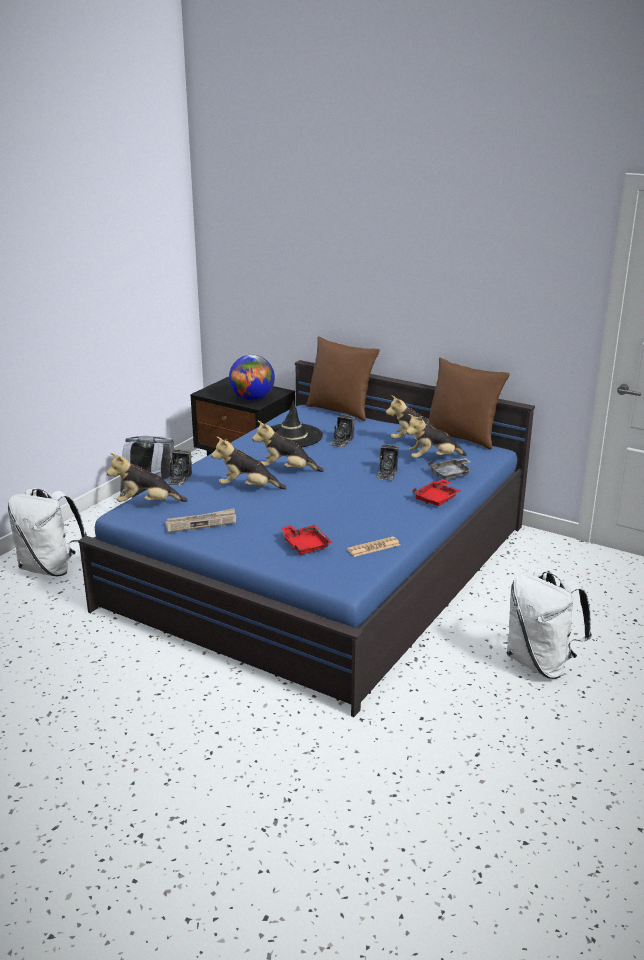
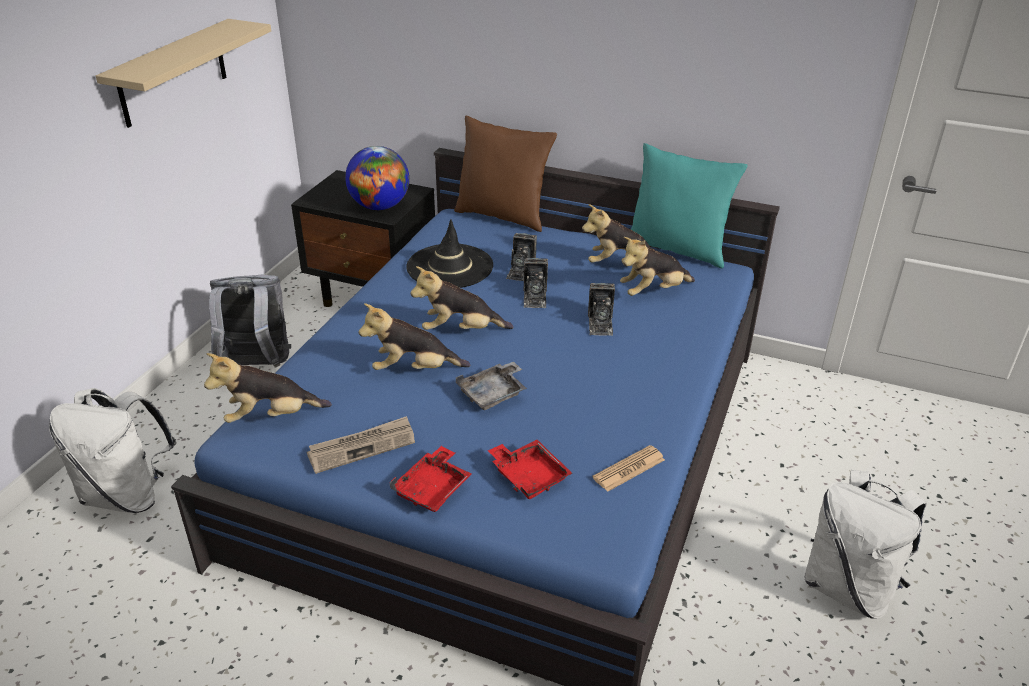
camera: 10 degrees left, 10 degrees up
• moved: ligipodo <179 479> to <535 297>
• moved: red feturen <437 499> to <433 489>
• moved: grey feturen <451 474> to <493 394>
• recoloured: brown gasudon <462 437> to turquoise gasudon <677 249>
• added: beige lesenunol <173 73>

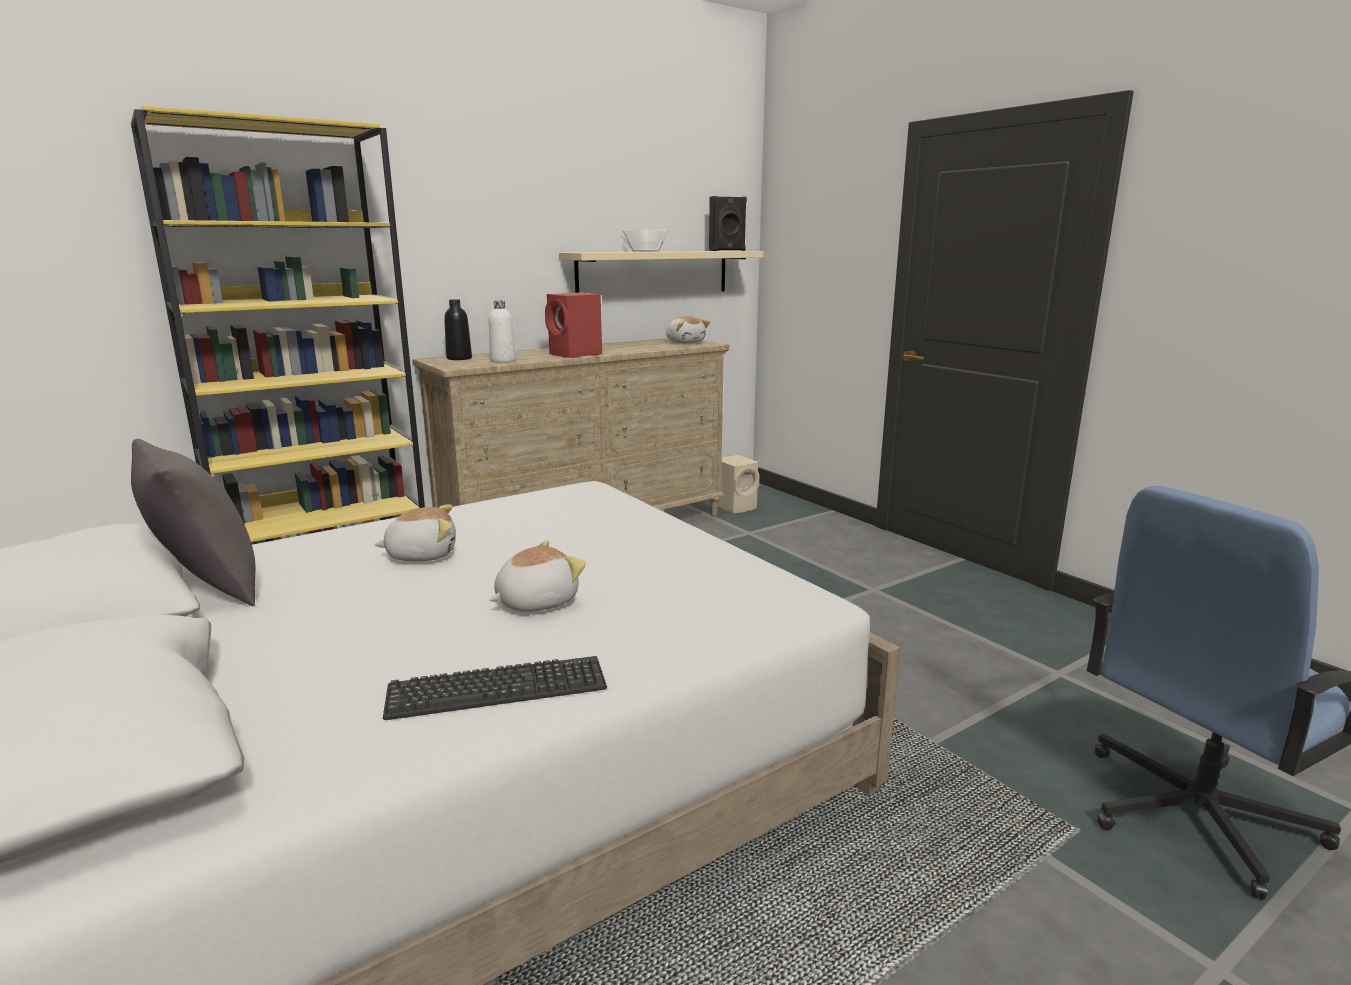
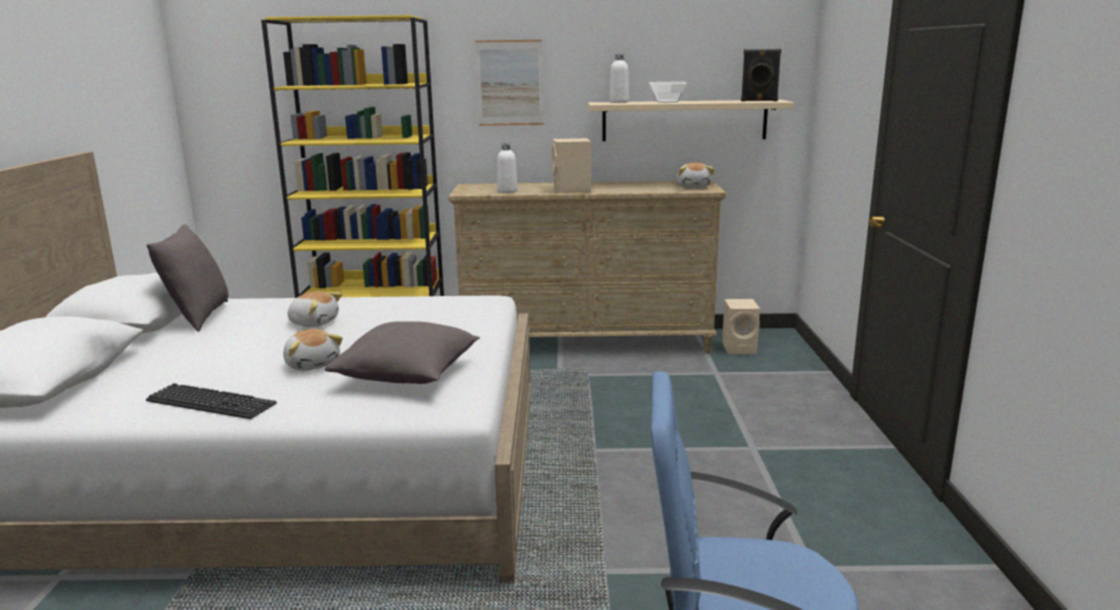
camera: 35 degrees right, 0 degrees up
• removed: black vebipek <459 358>
• turned: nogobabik <535 601> = <313 364> 60 degrees clockwise
• recoloured: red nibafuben <576 354> to beige nibafuben <572 191>
• added: grey gasudon <408 376>
• added: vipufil <510 83>
• added: white vebipek <619 102>

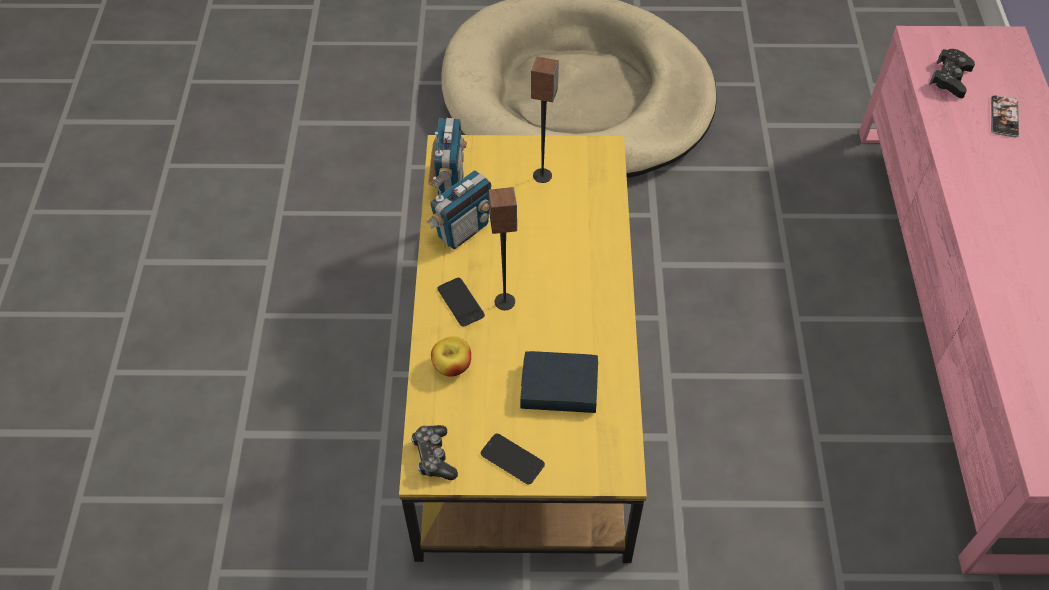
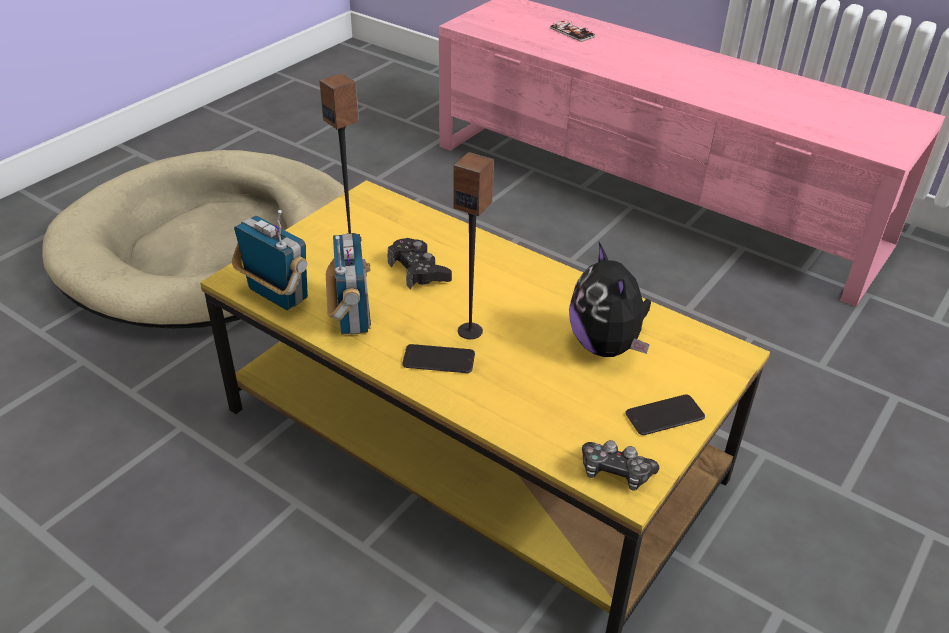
camera: 55 degrees left, 15 degrees down
• removed: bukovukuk <452 366>
• replaced: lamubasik <559 388> to nogobabik <606 345>
• moved: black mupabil <950 78> to <419 271>

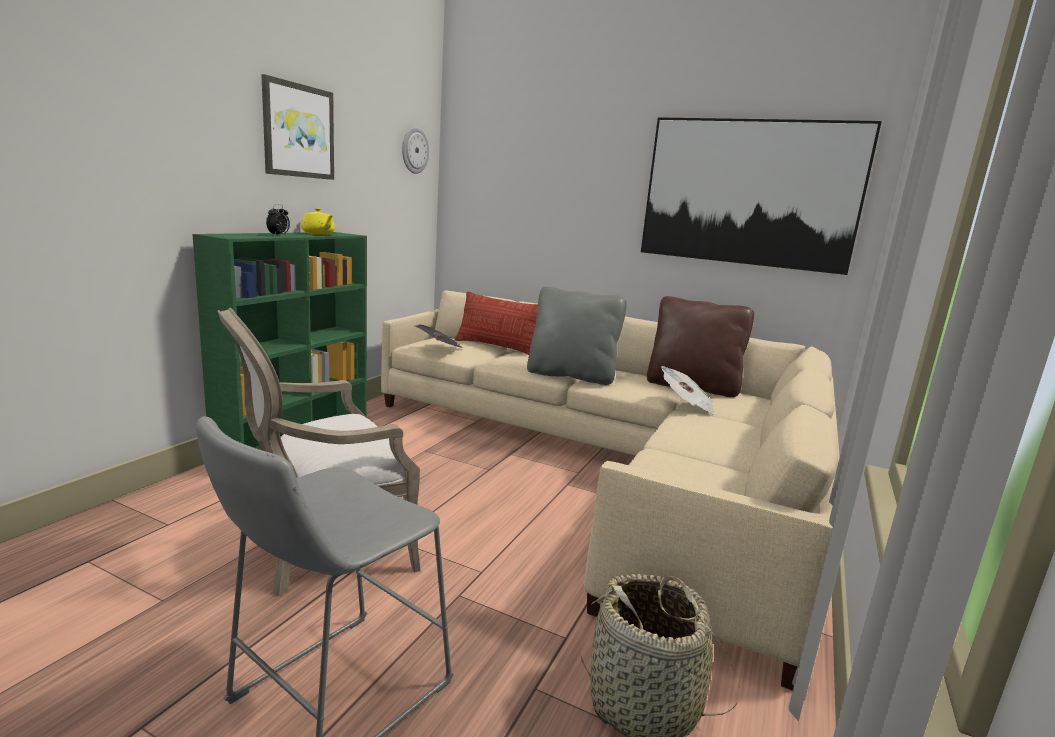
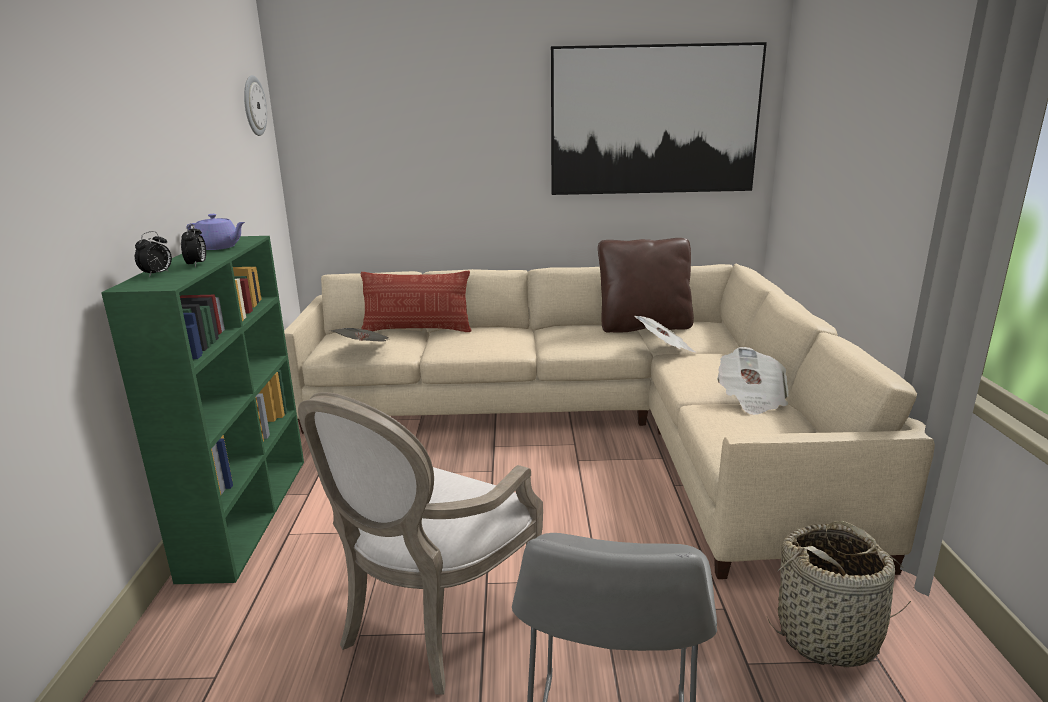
camera: 25 degrees left, 5 degrees up
• removed: vipufil <298 131>
• recoloured: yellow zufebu <318 234> to purple zufebu <219 247>
• removed: grey gasudon <571 375>
• added: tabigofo <157 274>
• added: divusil <751 399>

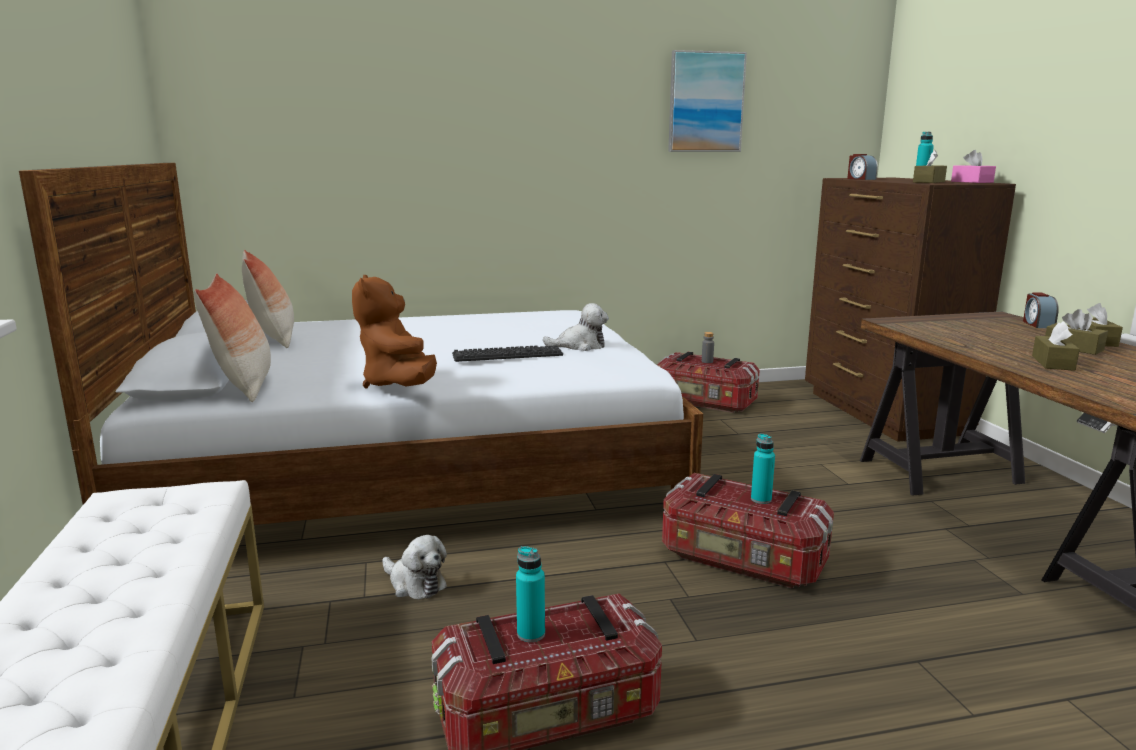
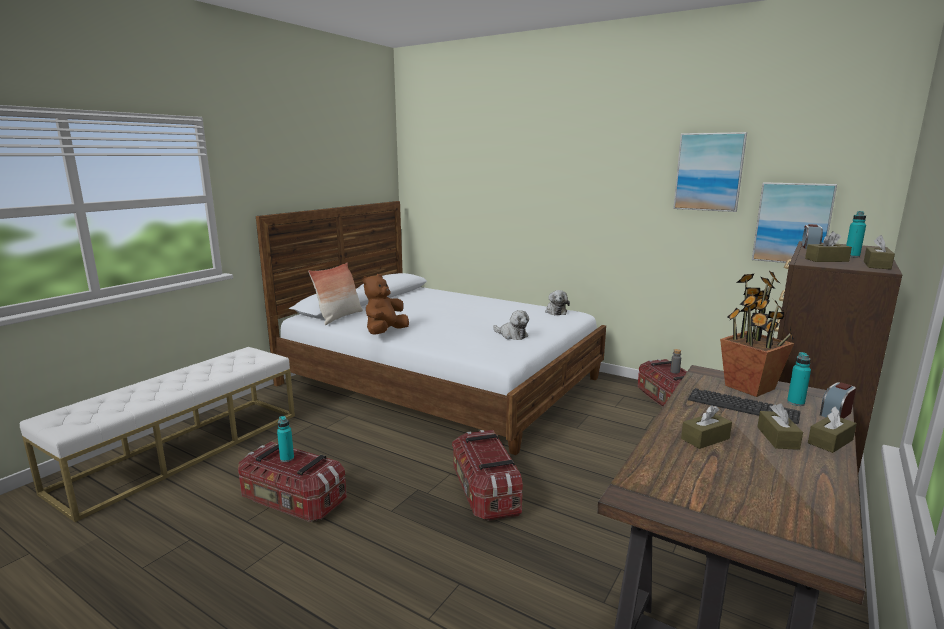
camera: 45 degrees right, 0 degrees up
• removed: gasudon <273 339>
• moved: nogobabik <414 584> to <555 311>
• moved: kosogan <507 355> to <742 406>
• moved: turquoise vebipek <761 499> to <795 402>
• recoloured: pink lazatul <971 182> to brown lazatul <877 265>
• added: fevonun <749 387>
• added: vipufil <792 223>

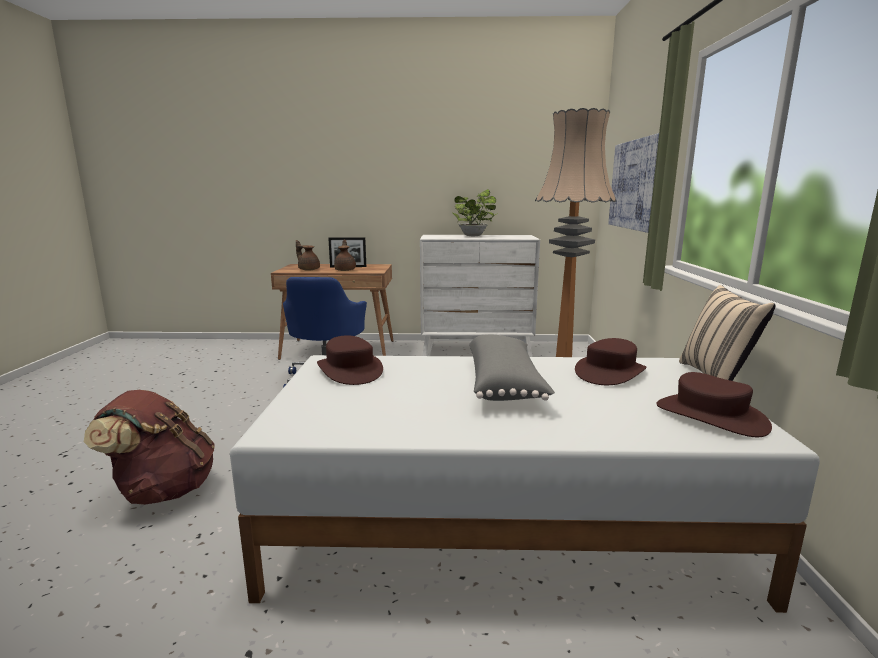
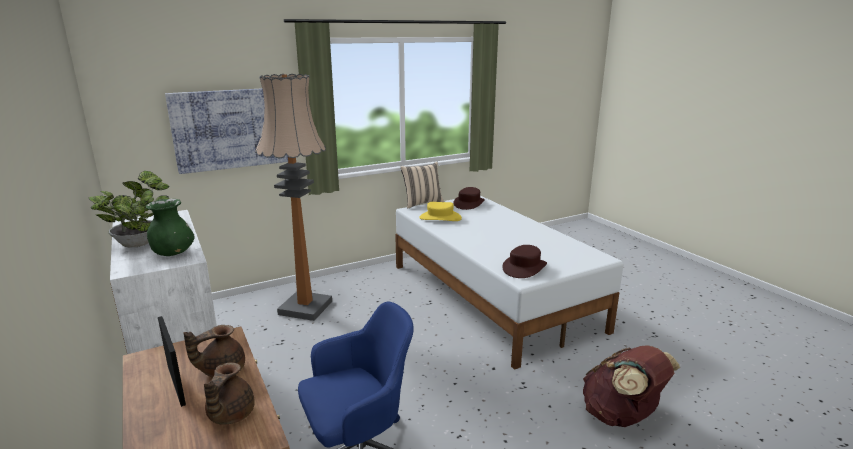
camera: 120 degrees left, 5 degrees up
• removed: grey gasudon <505 384>
• recoloured: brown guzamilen <609 372> to yellow guzamilen <440 218>
• added: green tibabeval <173 253>

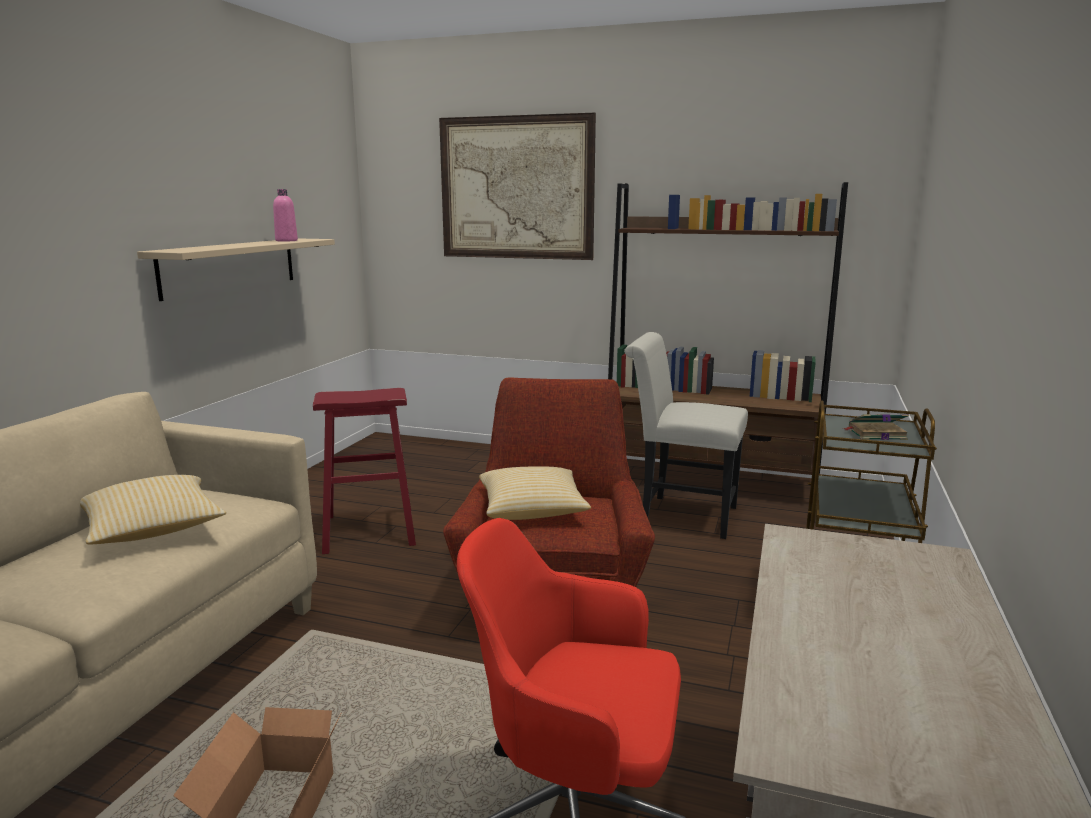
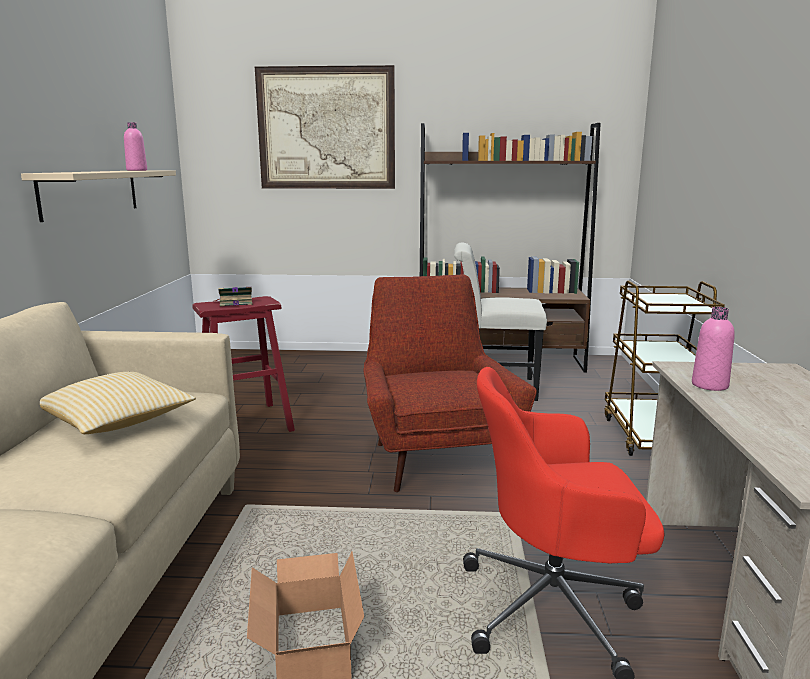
camera: 15 degrees left, 0 degrees up
• removed: gasudon <532 510>
• moved: lamubasik <875 434> to <235 302>
• added: pink vebipek <709 385>

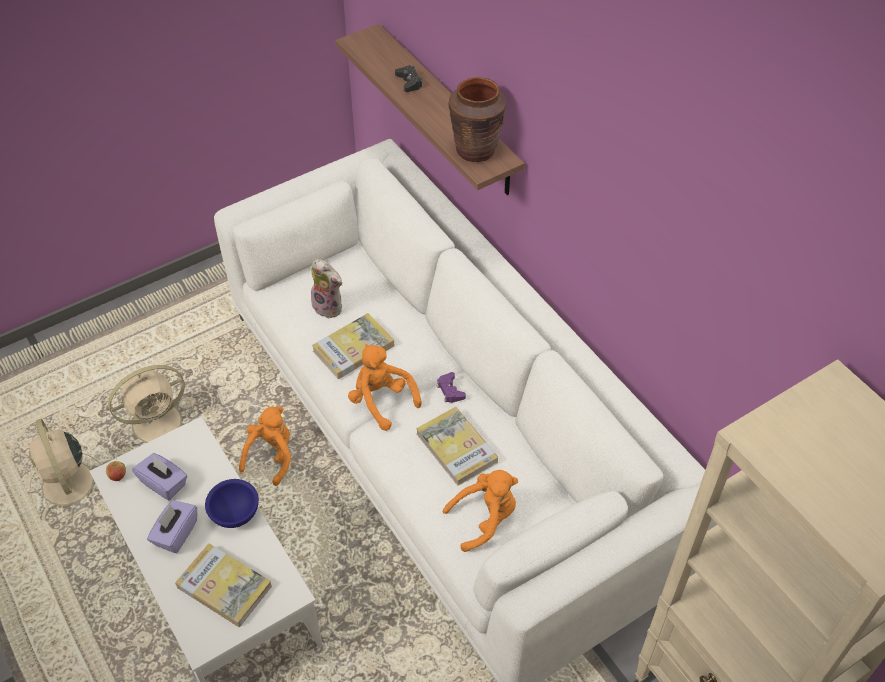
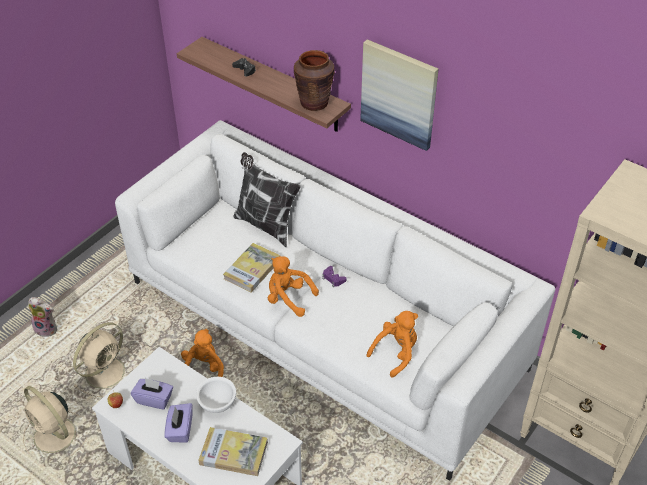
camera: 20 degrees left, 5 degrees down
• recoloured: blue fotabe <235 515> to white fotabe <217 404>
• moved: nogobabik <329 306> to <47 329>
• removed: lamubasik <456 448>
• added: gasudon <265 225>
• added: vipufil <399 94>

